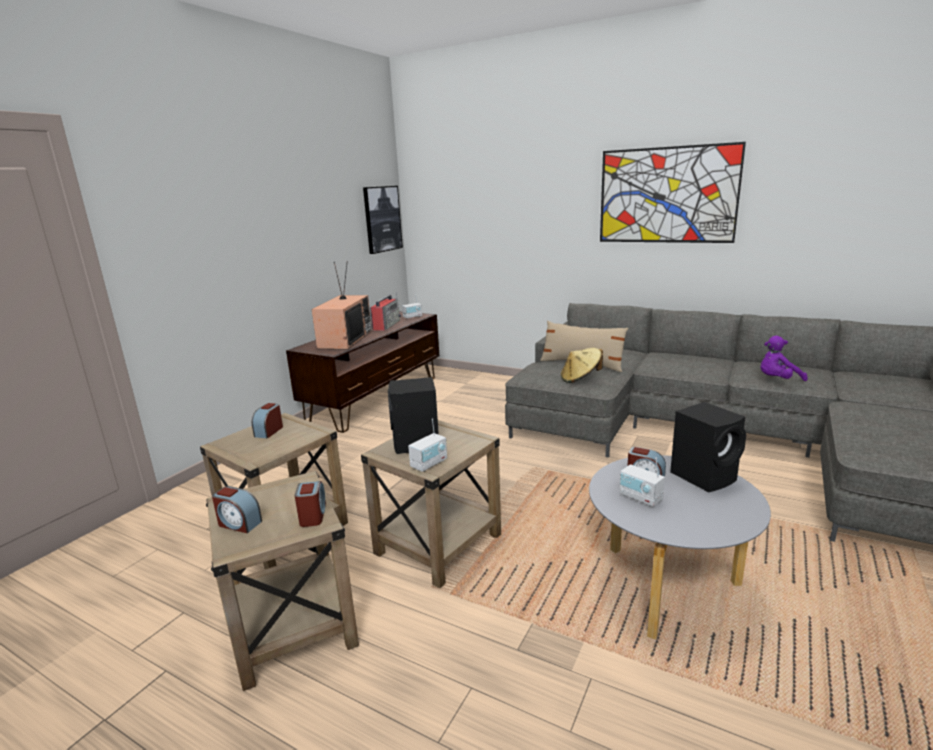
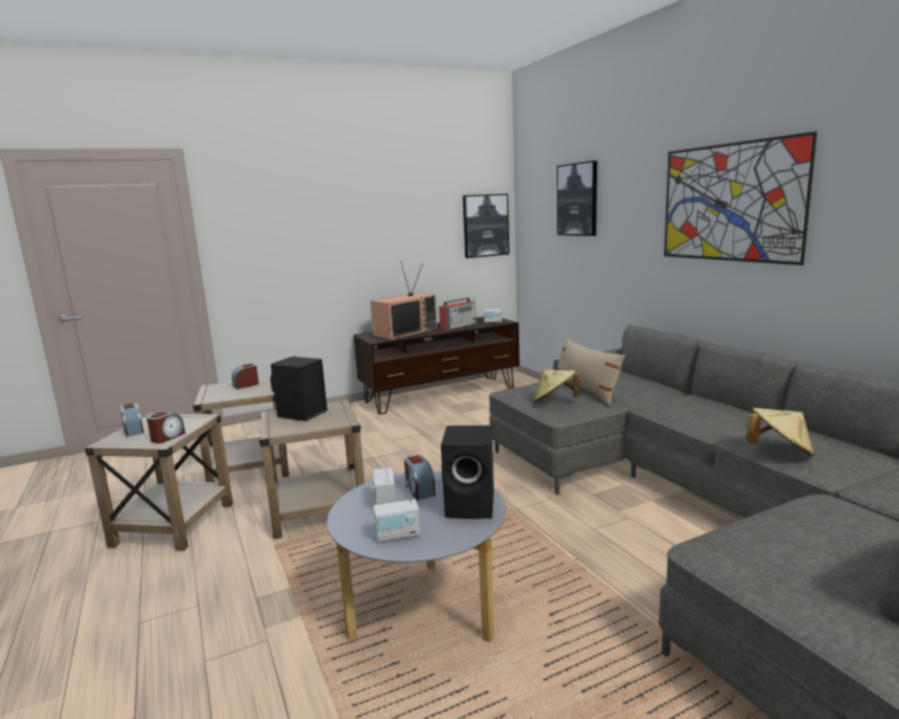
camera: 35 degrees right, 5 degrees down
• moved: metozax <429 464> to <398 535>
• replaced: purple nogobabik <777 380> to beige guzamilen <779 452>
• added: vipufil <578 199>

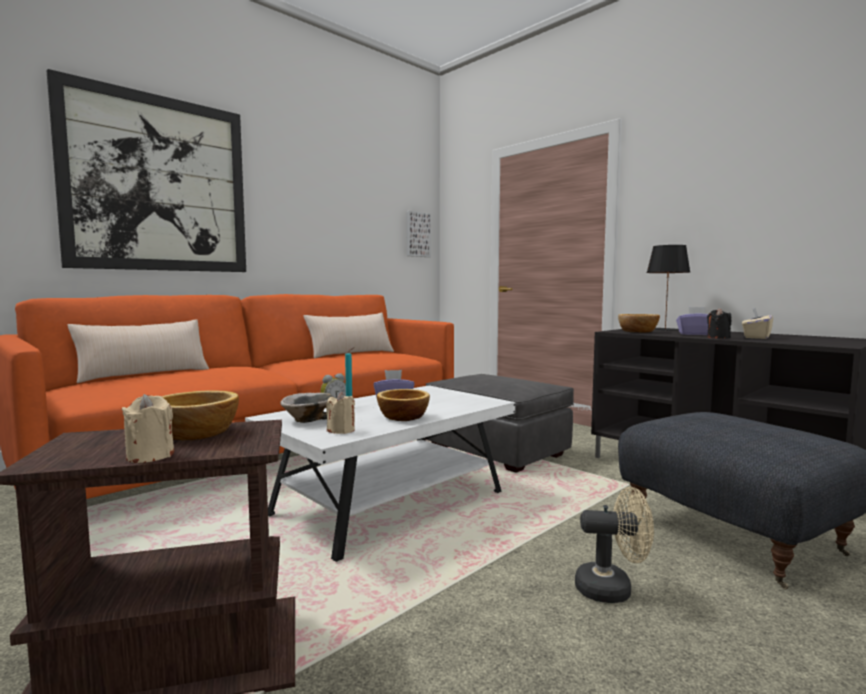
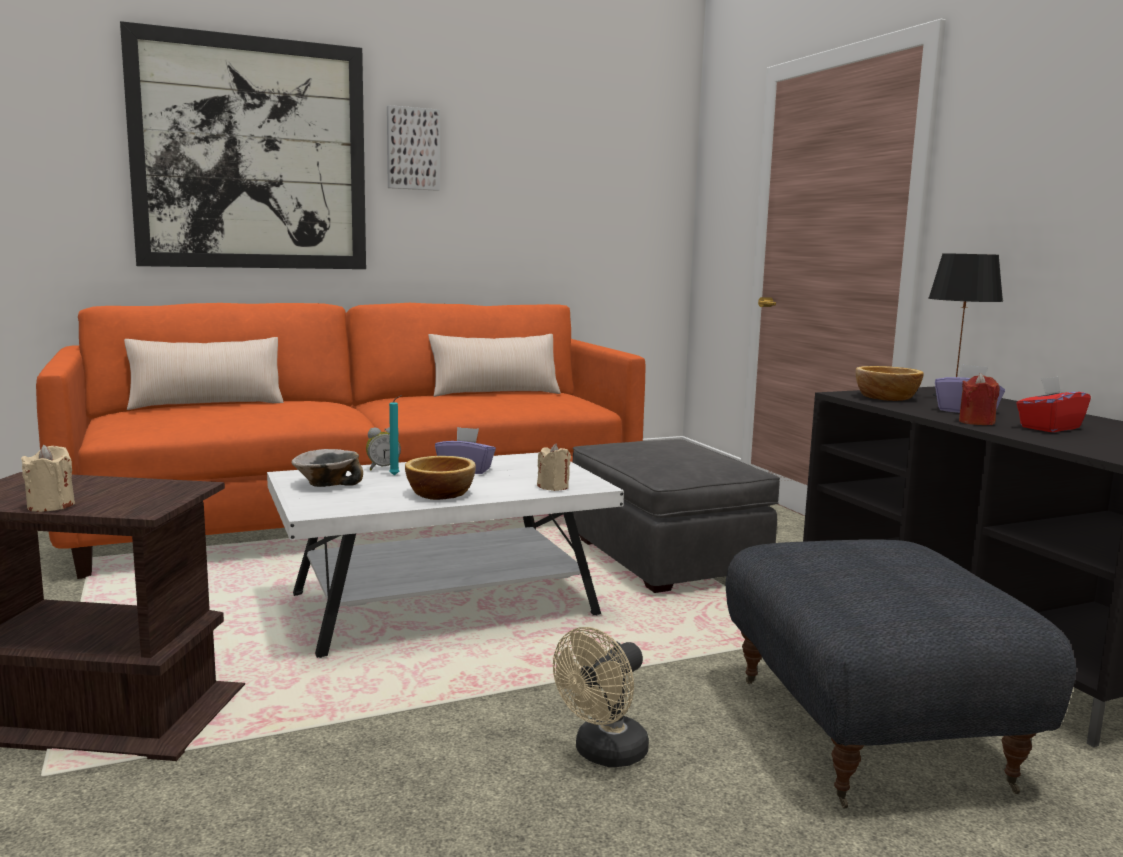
camera: 20 degrees right, 5 degrees up
• removed: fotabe <196 434>
• moved: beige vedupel <341 431> to <553 487>
• moved: vipufil <417 234> to <412 149>
• turned: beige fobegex <612 589> = <603 754> 105 degrees clockwise
• recoloured: black vedupel <718 337> to red vedupel <976 422>
• recoloured: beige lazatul <756 337> to red lazatul <1049 428>

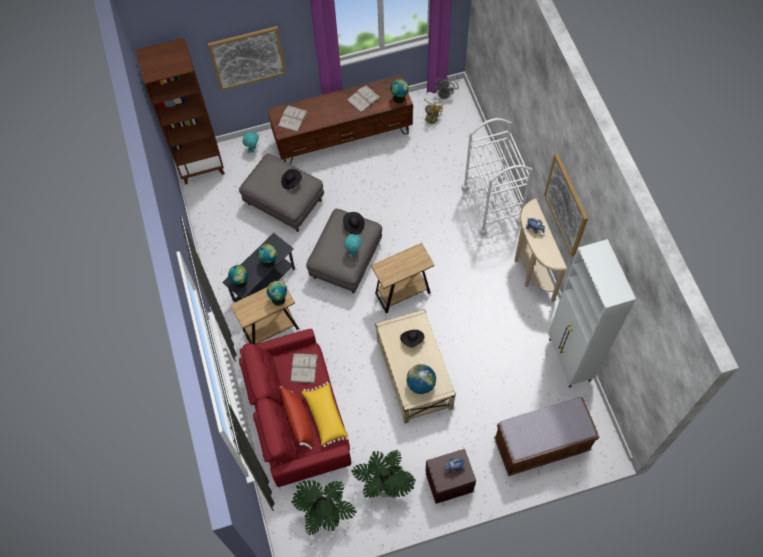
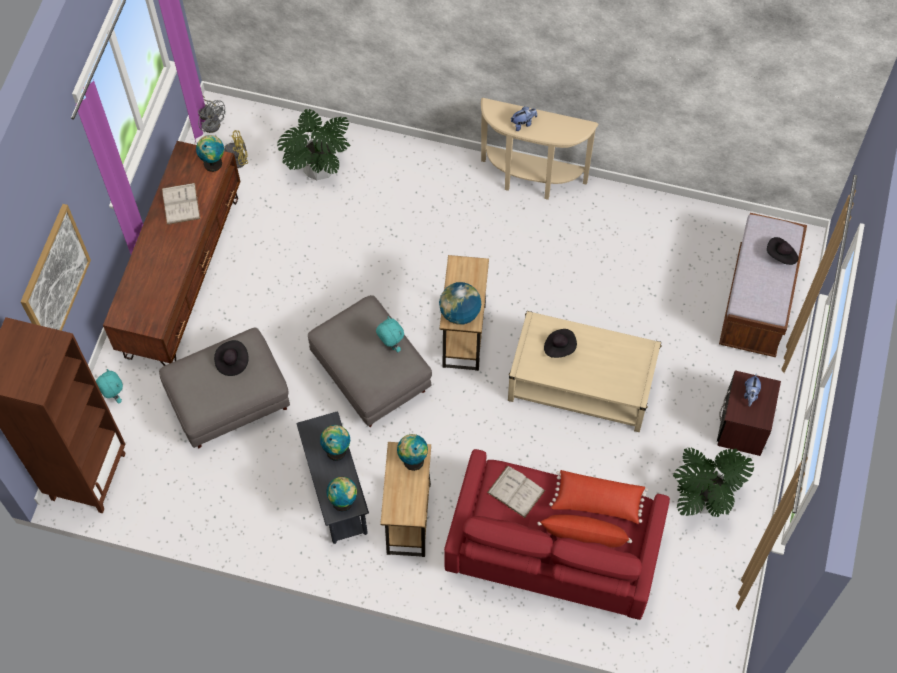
camera: 60 degrees left, 0 degrees up
• removed: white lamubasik <292 118>
• moved: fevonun <325 514> to <319 168>
• recoloured: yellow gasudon <325 416> to red gasudon <597 502>
• moved: black guzamilen <353 226> to <781 256>
• moved: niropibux <421 384> to <460 313>
• removed: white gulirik <492 205>
• removed: vipufil <566 205>
• removed: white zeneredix <569 361>

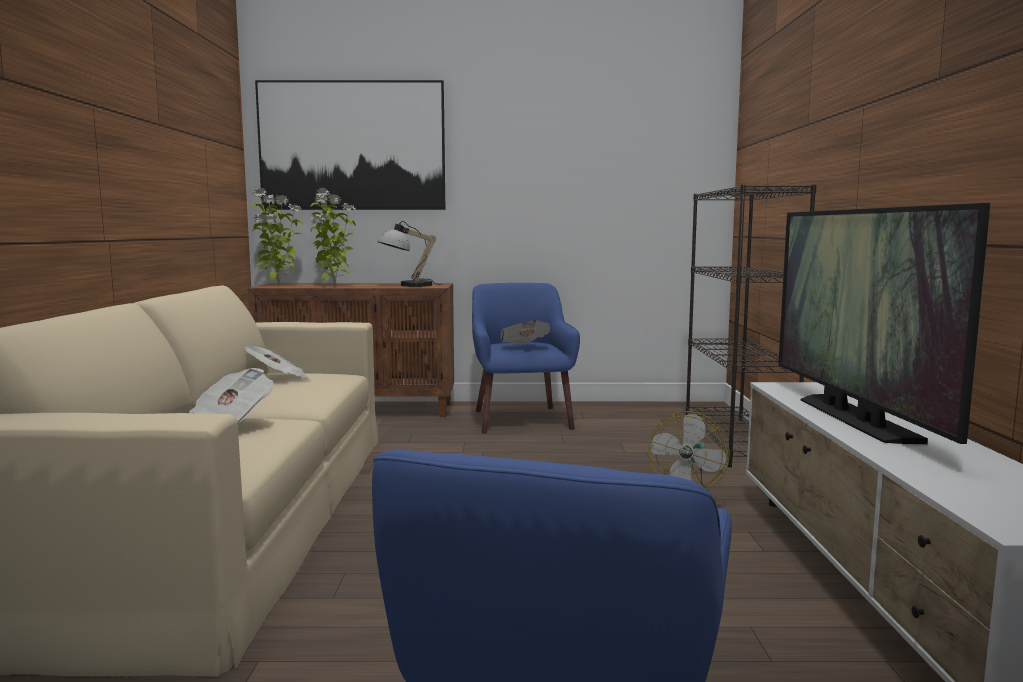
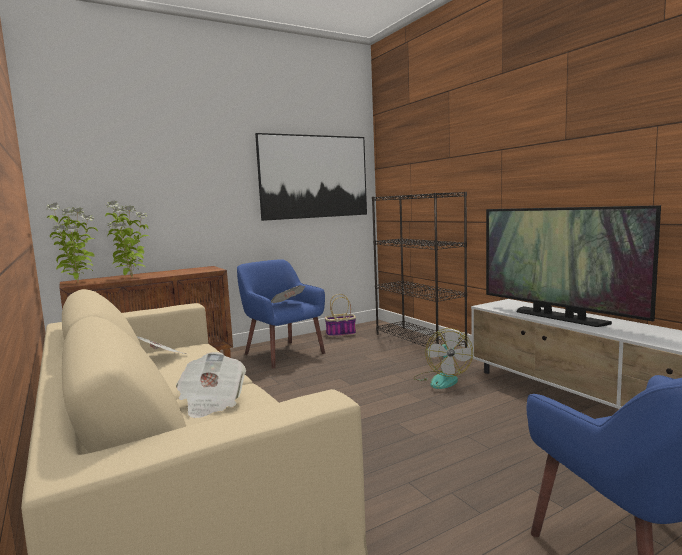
camera: 30 degrees left, 0 degrees up
• moved: vipufil <352 146> to <314 176>
• removed: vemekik <407 285>
• added: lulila <340 334>

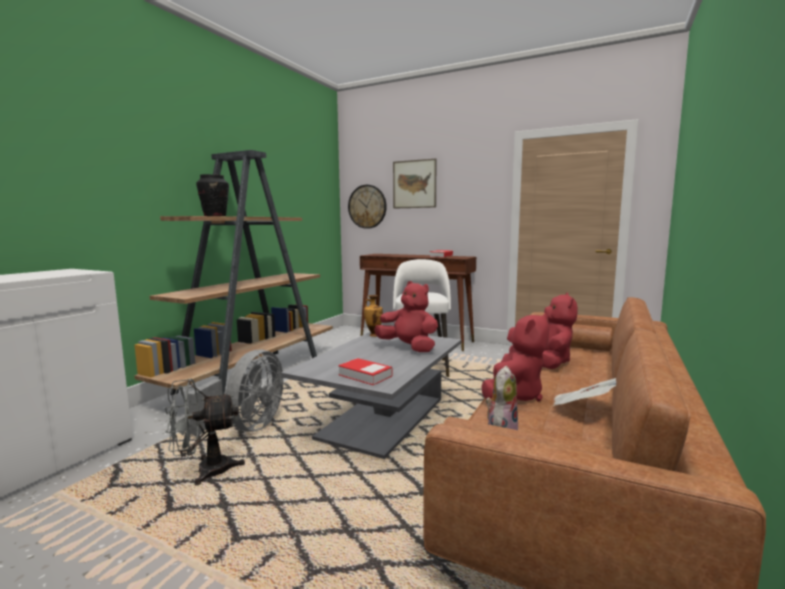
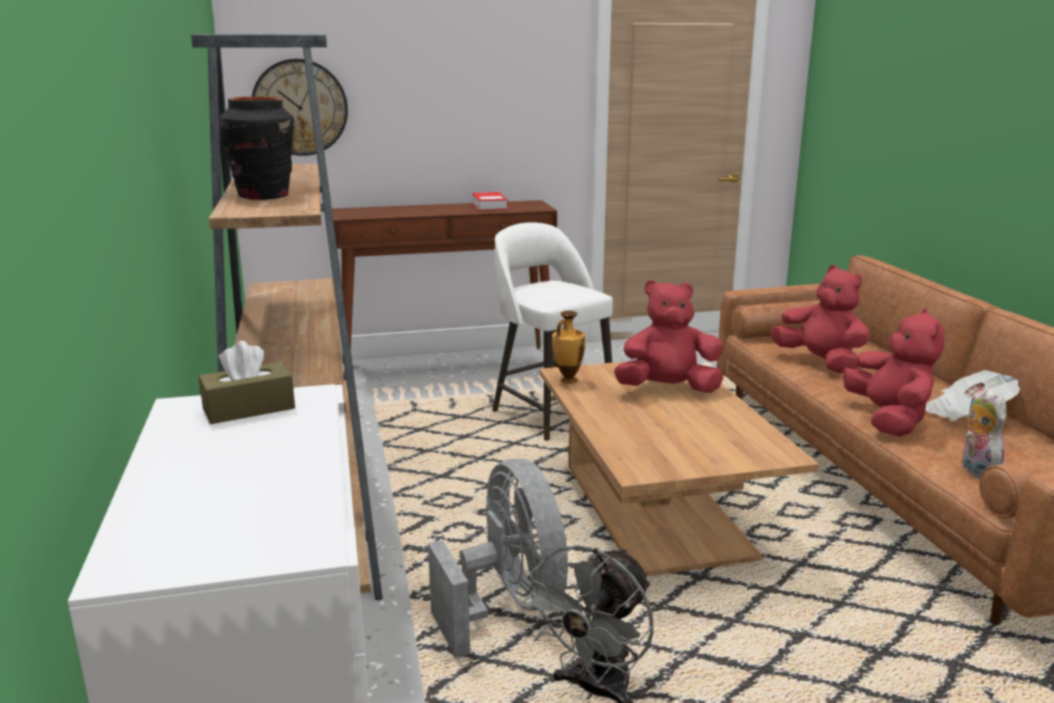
camera: 40 degrees left, 10 degrees up
• recoloured: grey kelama <382 418> to brown kelama <655 510>
• removed: lamubasik <365 375>
• removed: vipufil <414 184>
• added: brown lazatul <249 408>

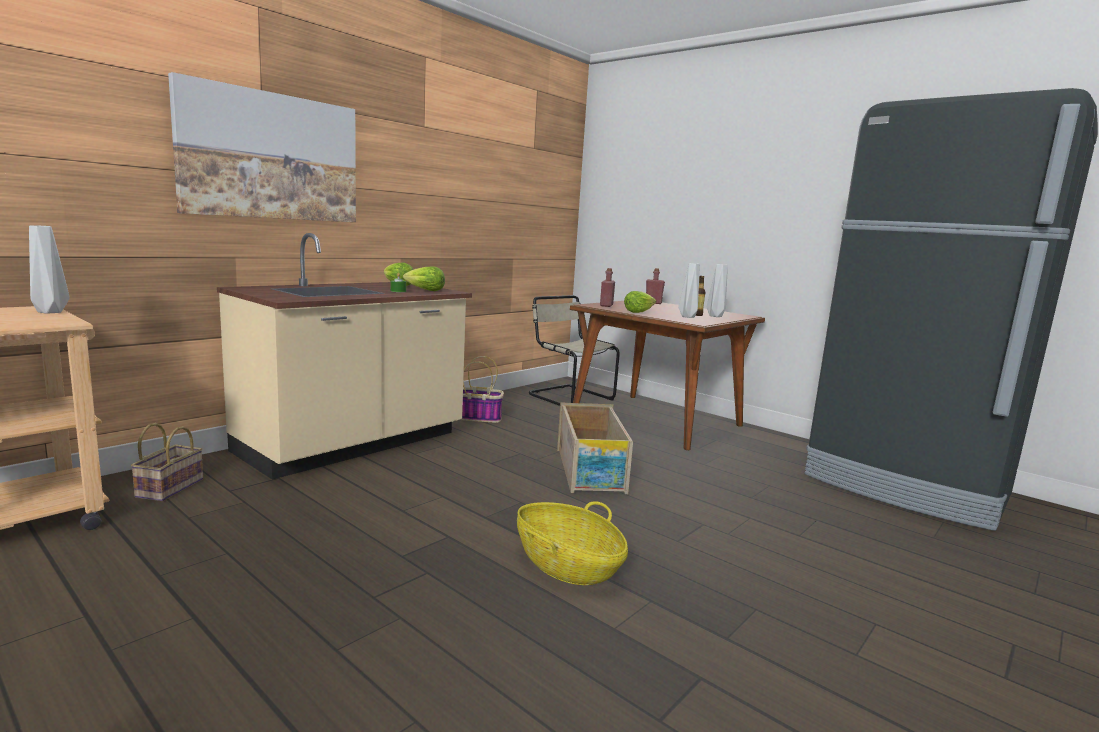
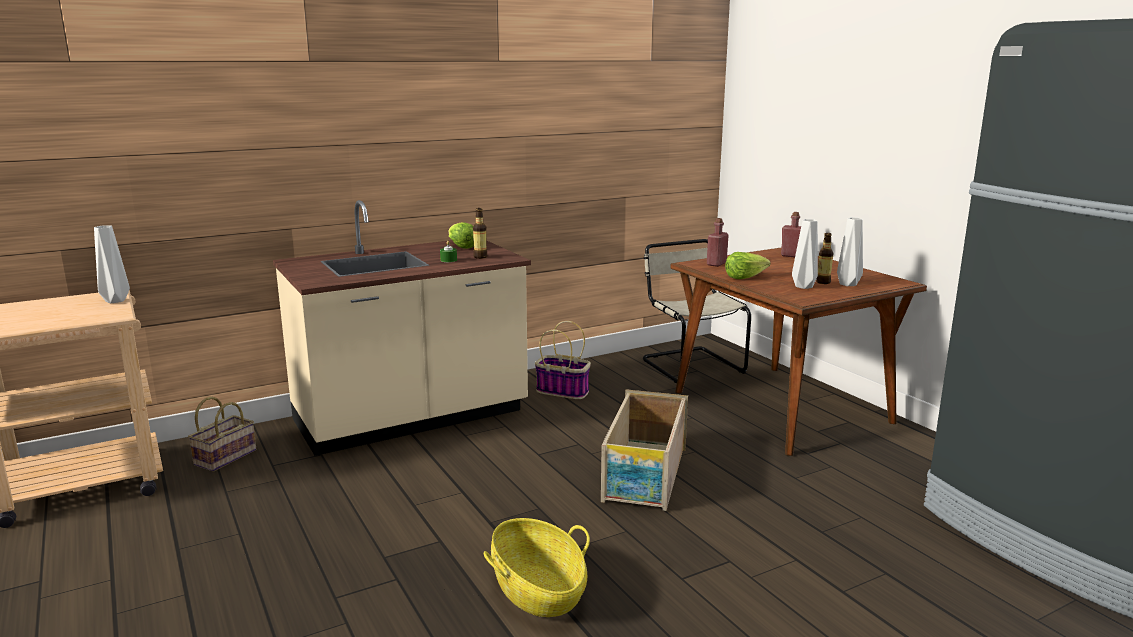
camera: 20 degrees right, 5 degrees up
• removed: vipufil <271 157>
• replaced: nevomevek <424 290> to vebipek <480 257>

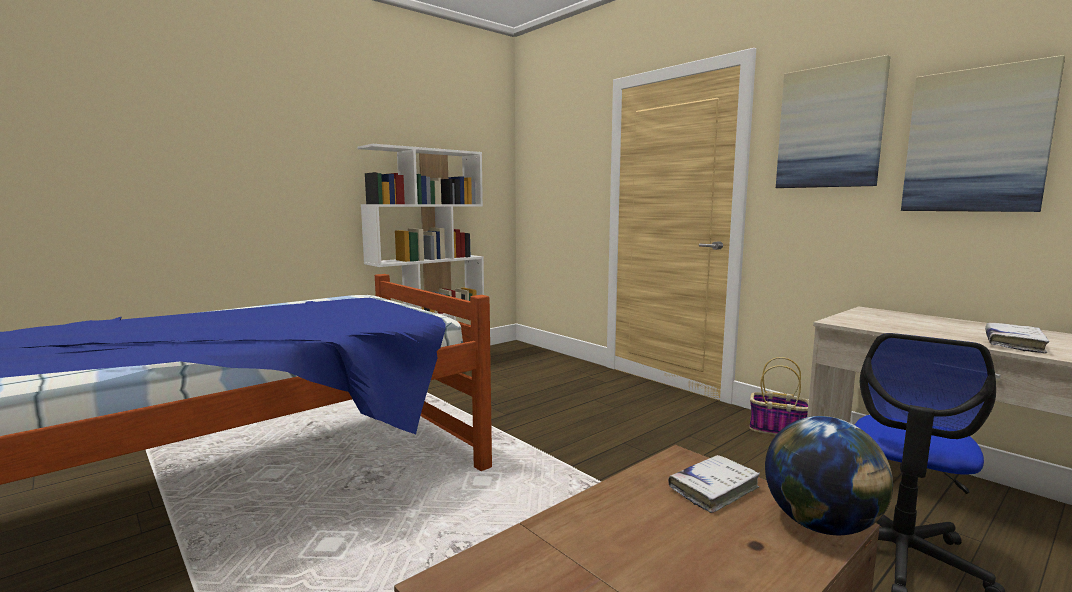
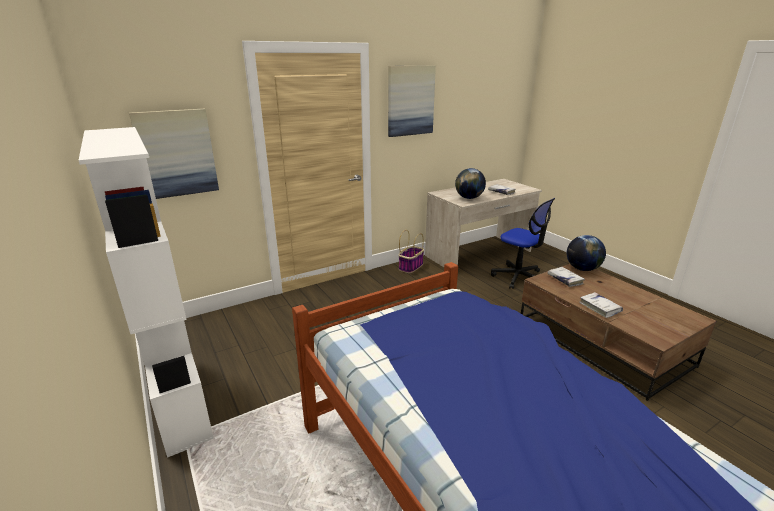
camera: 80 degrees left, 15 degrees up
• moved: vipufil <976 141> to <176 153>
• added: niropibux <469 198>
• added: white lamubasik <599 308>

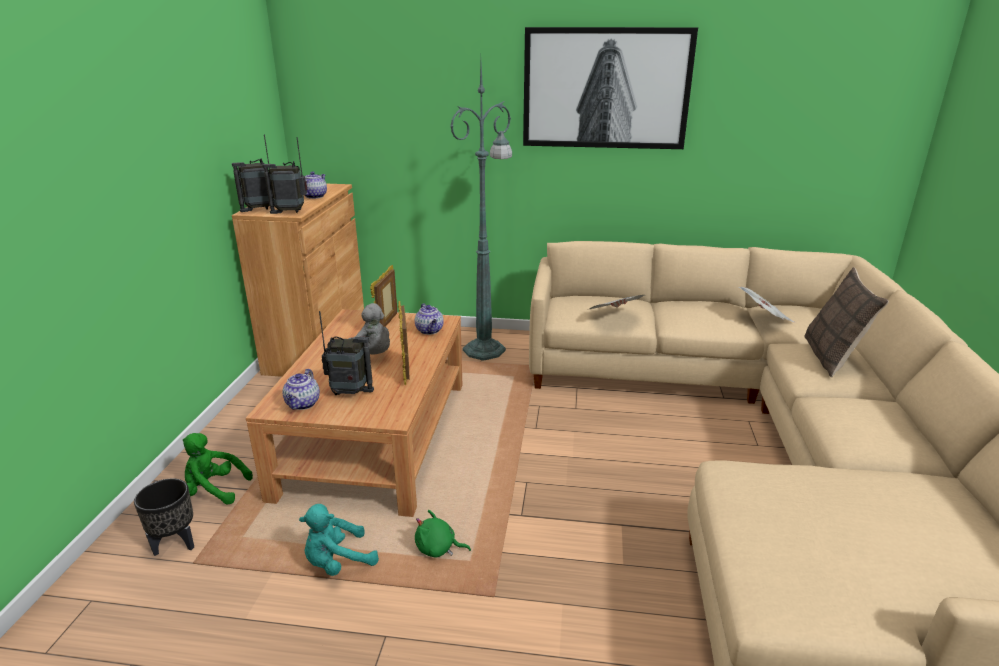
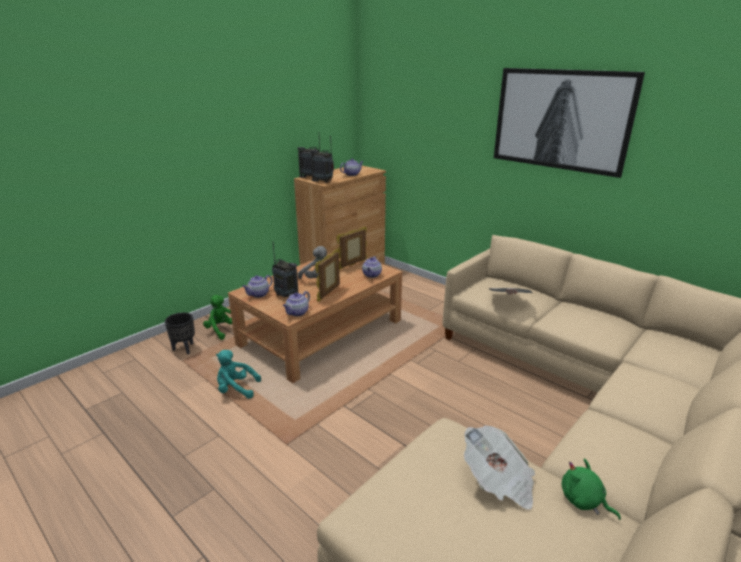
camera: 35 degrees right, 0 degrees up
• moved: green nogobabik <438 549> to <583 501>
• removed: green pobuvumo <486 349>
• moved: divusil <764 318> to <498 481>
• removed: gasudon <832 357>
• added: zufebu <297 313>

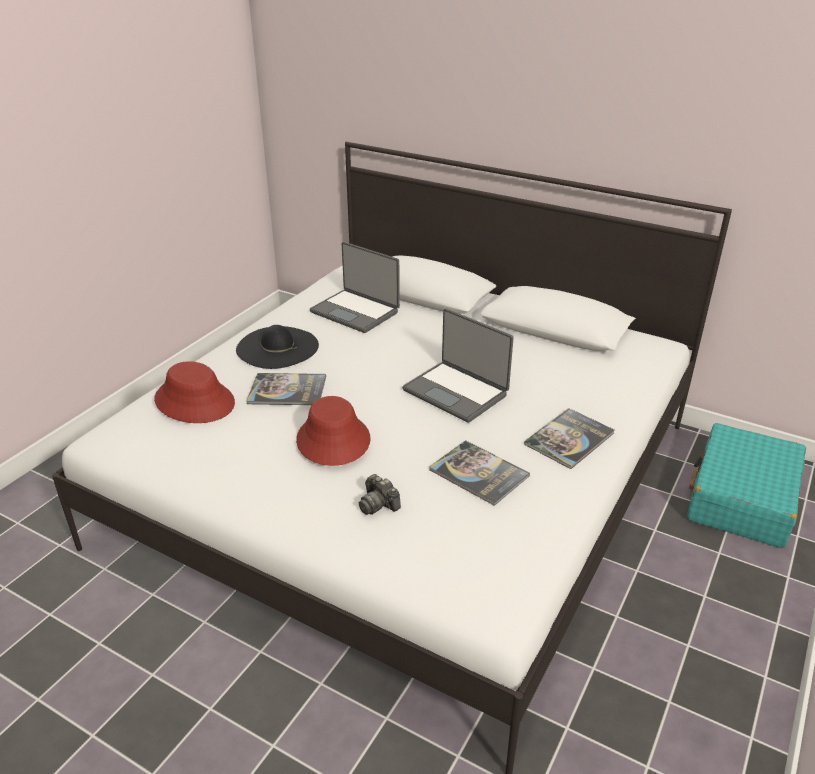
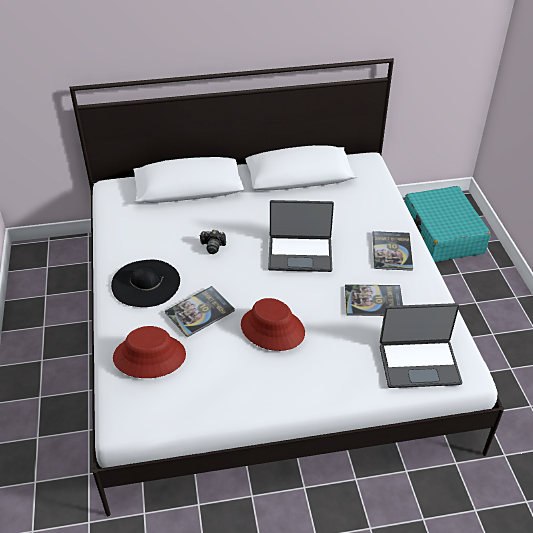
camera: 40 degrees left, 10 degrees up
• moved: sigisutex <356 311> to <419 363>
• moved: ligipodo <378 504> to <213 246>

